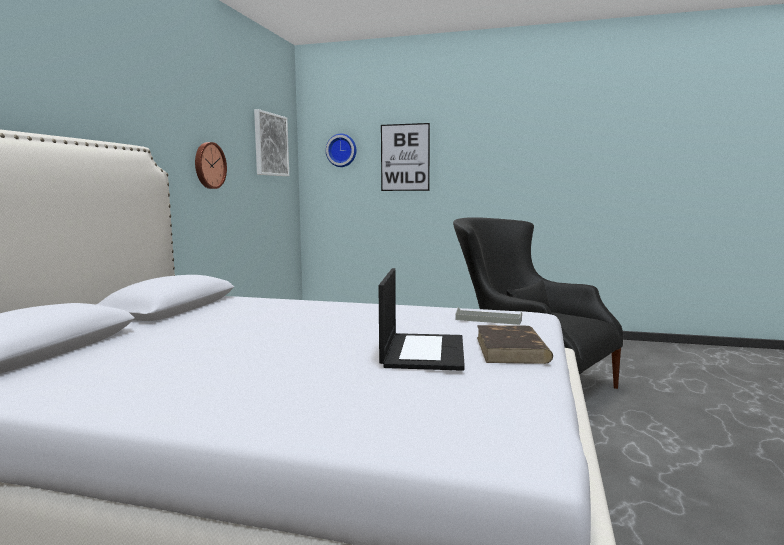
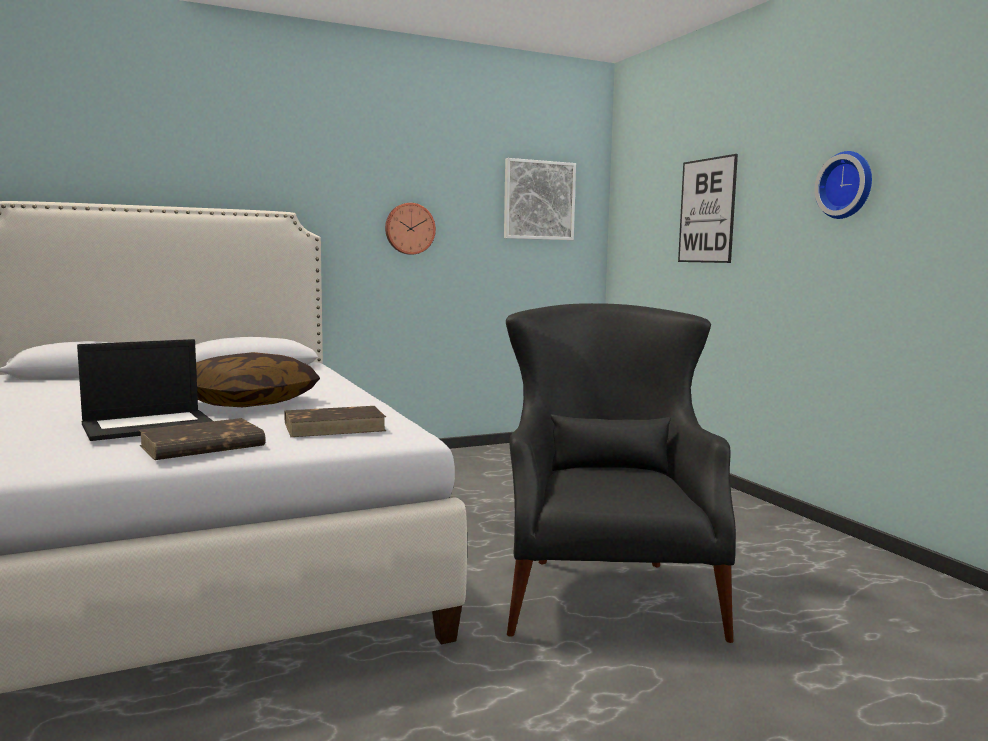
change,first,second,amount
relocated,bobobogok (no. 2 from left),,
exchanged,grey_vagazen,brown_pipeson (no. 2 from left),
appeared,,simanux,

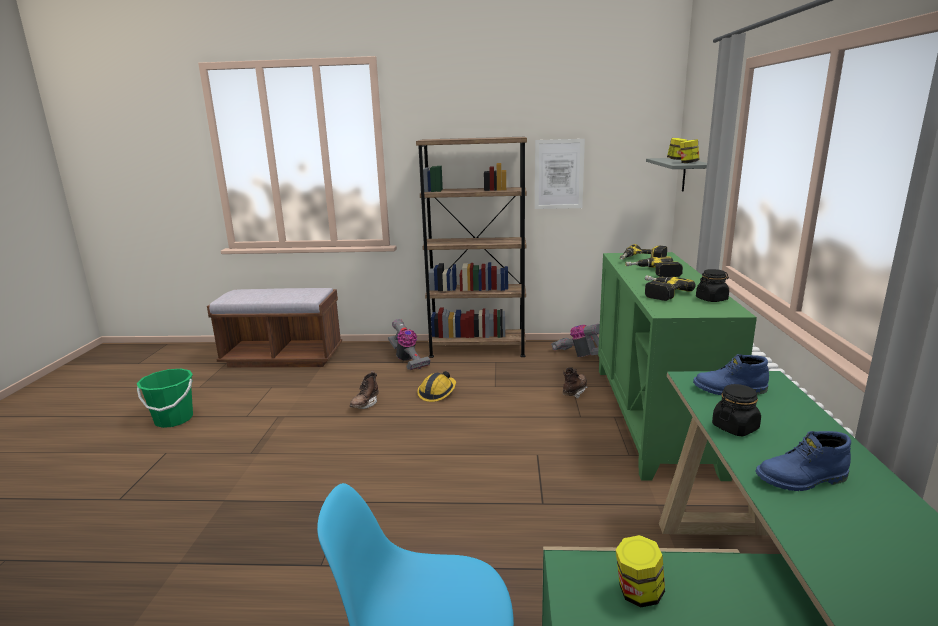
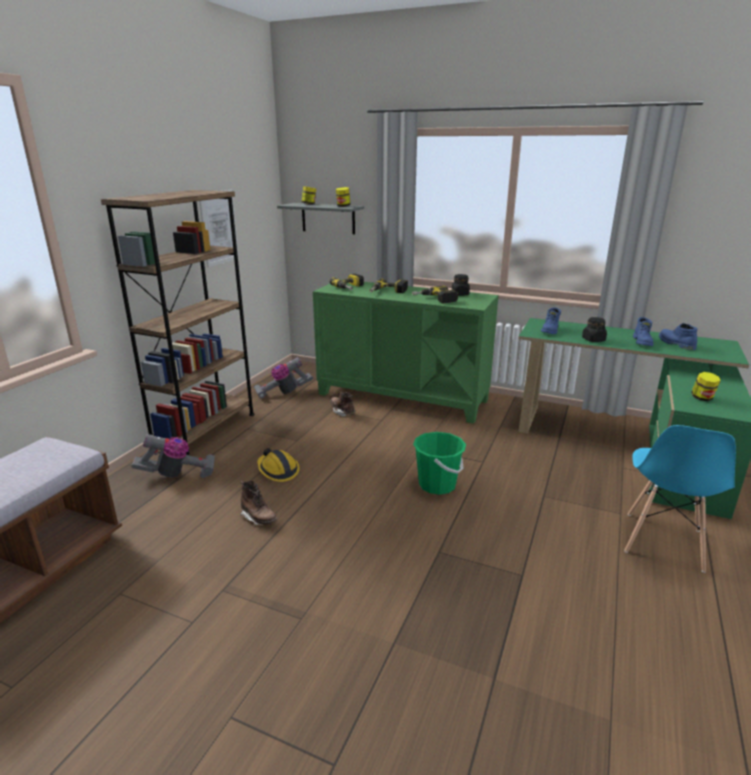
change,first,second,amount
relocated,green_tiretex,,
appeared,,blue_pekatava (no. 3 from left),

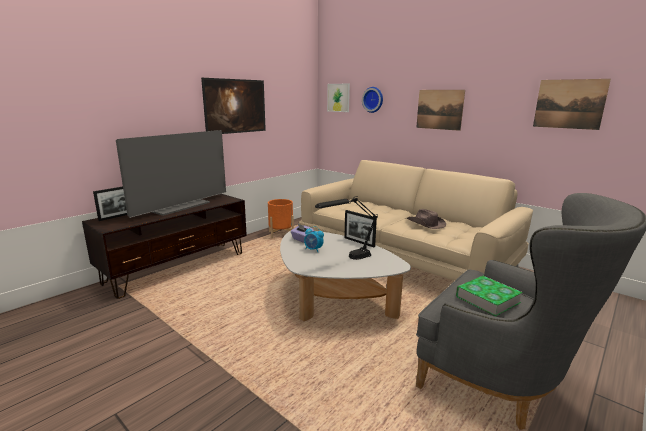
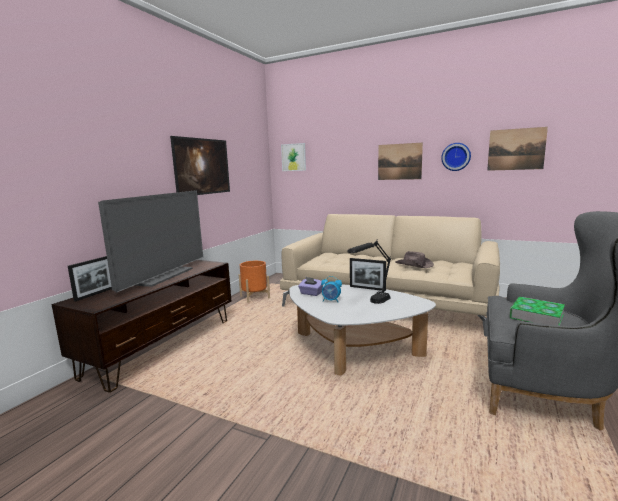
change,first,second,amount
relocated,bobobogok,,

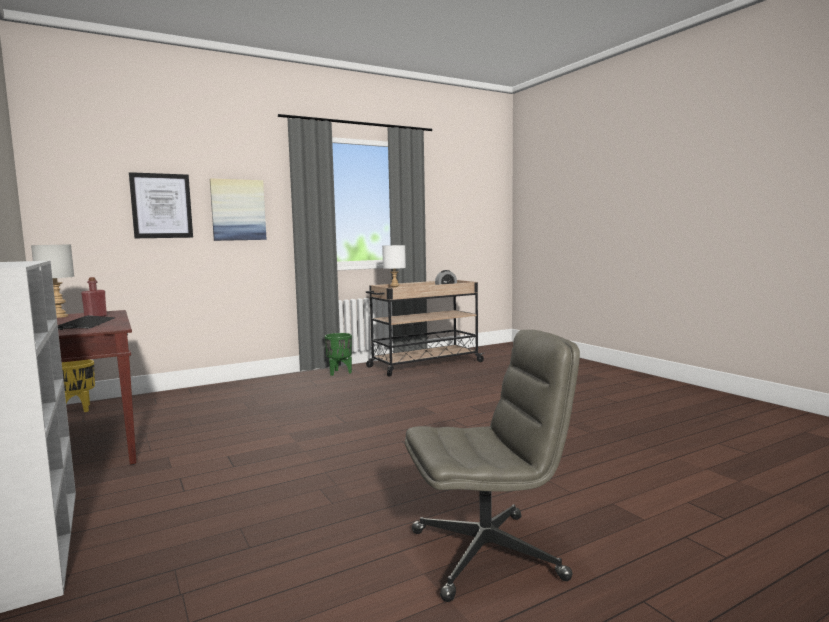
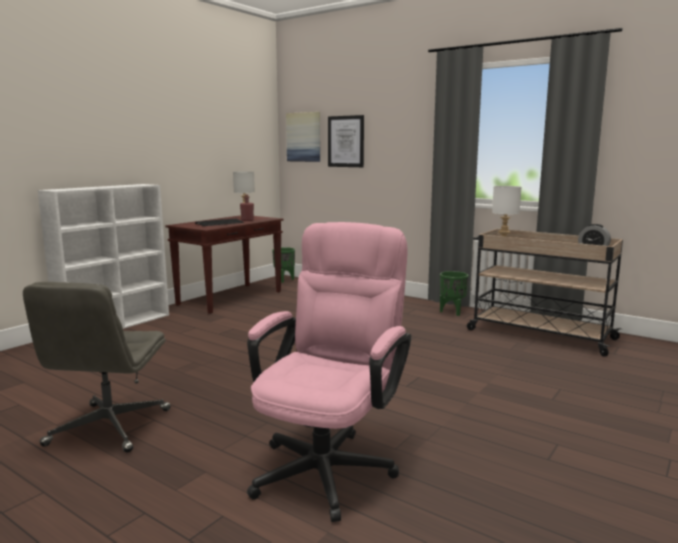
change,first,second,amount
relocated,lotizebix (no. 2 from left in the first image),lotizebix (no. 1 from left),
spun,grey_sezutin,,45 degrees clockwise
colour,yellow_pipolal,green_pipolal (no. 1 from left),
appeared,,pink_sezutin,

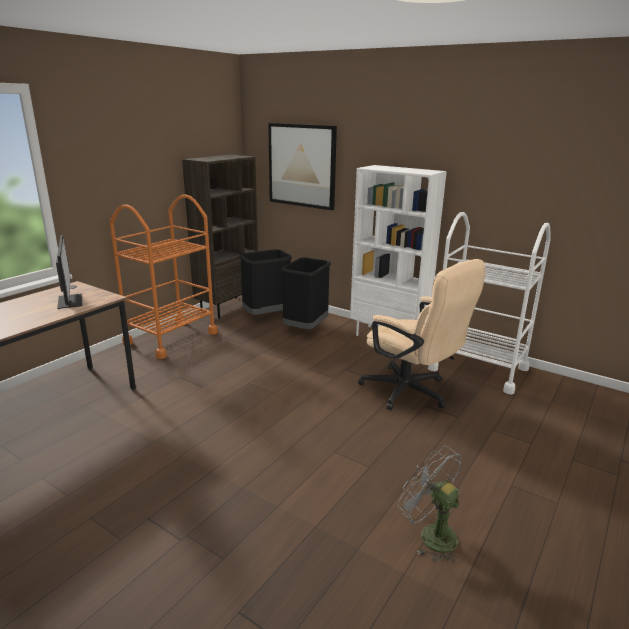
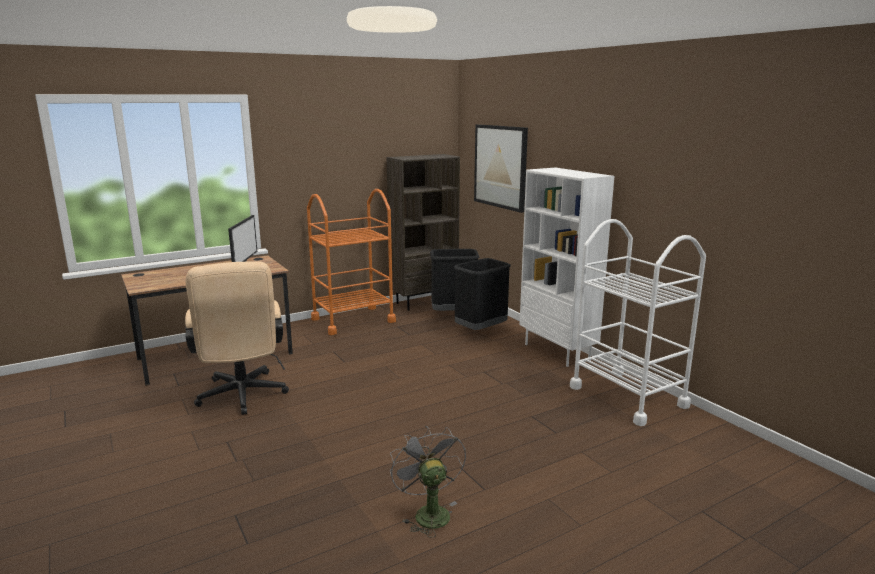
change,first,second,amount
relocated,beige_sezutin,,

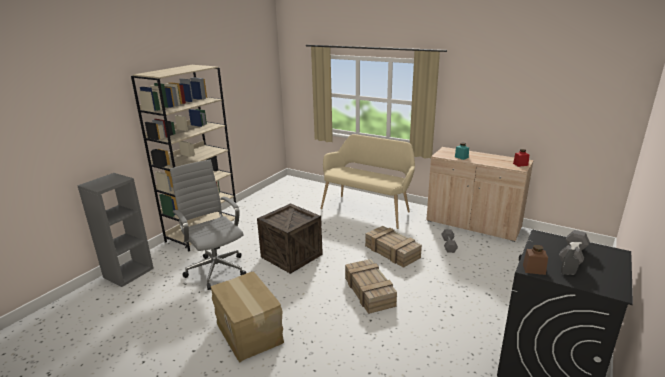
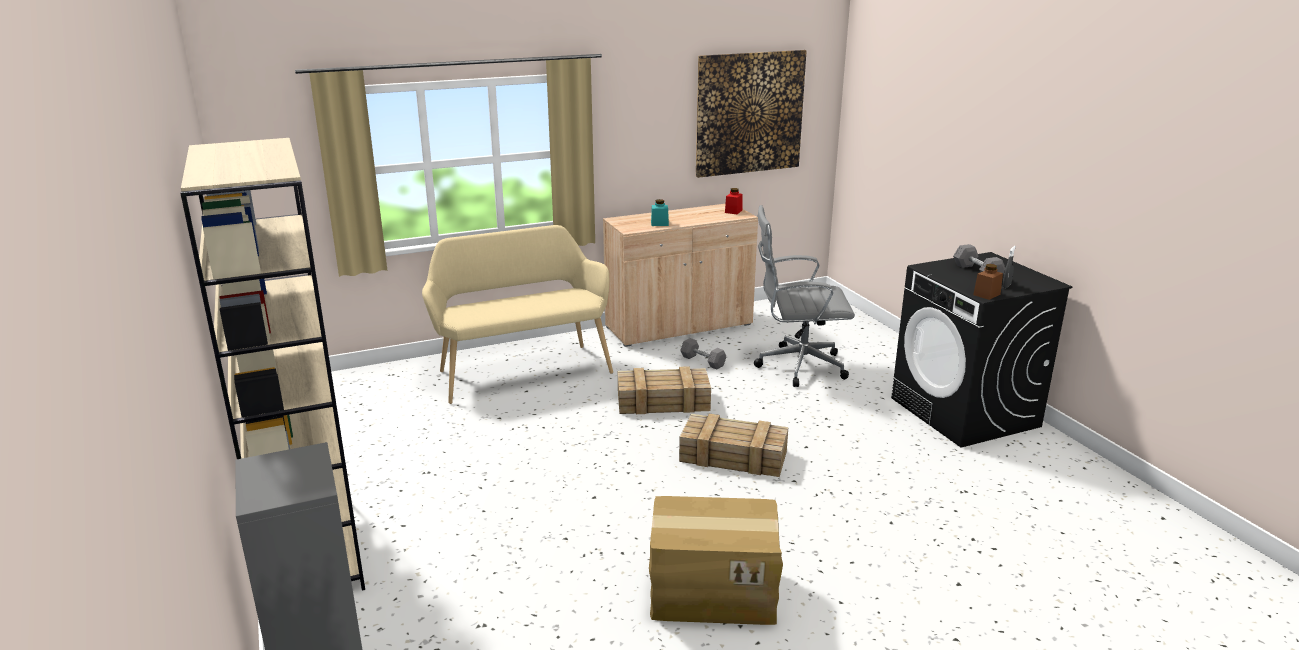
change,first,second,amount
relocated,grey_sezutin,,
missing,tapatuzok (no. 1 from left),,
appeared,,lotizebix,

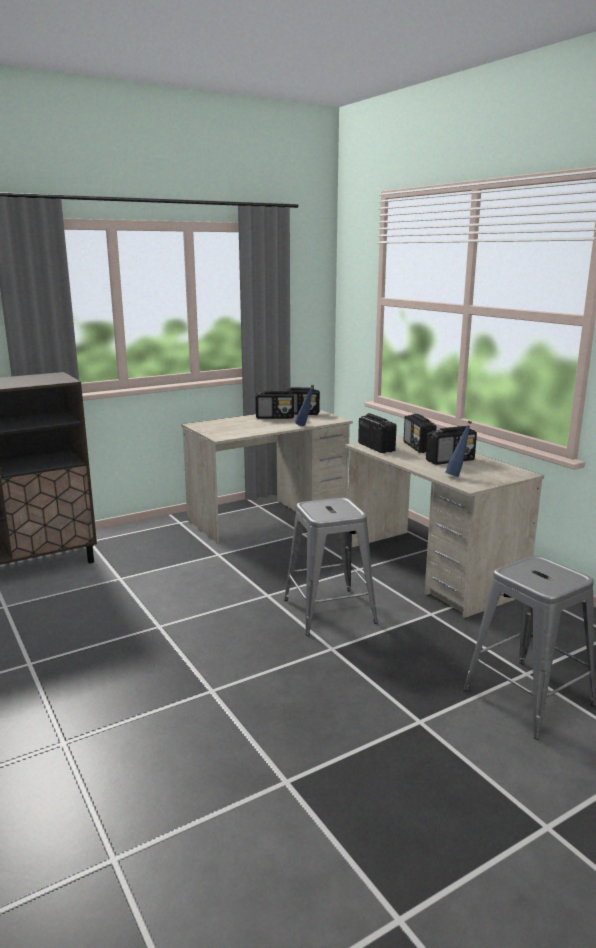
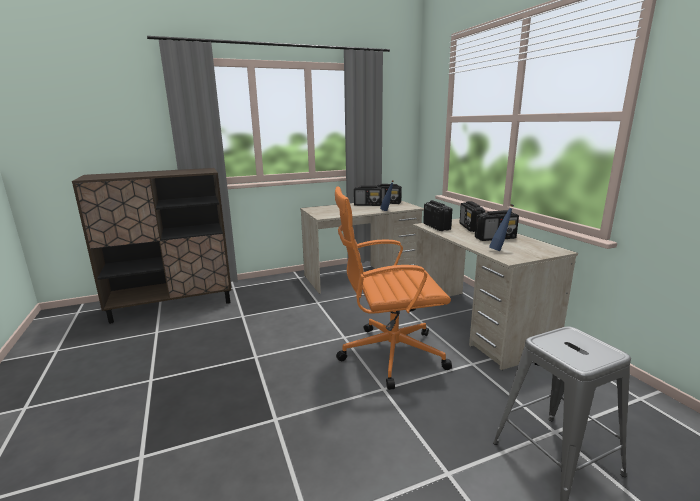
change,first,second,amount
exchanged,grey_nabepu (no. 1 from left),orange_sezutin,

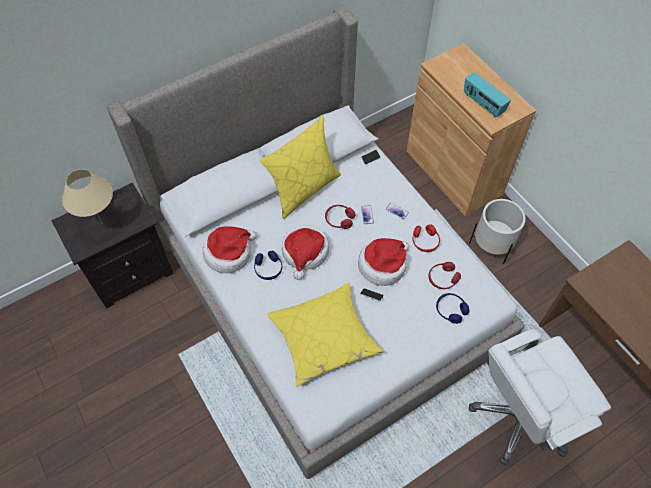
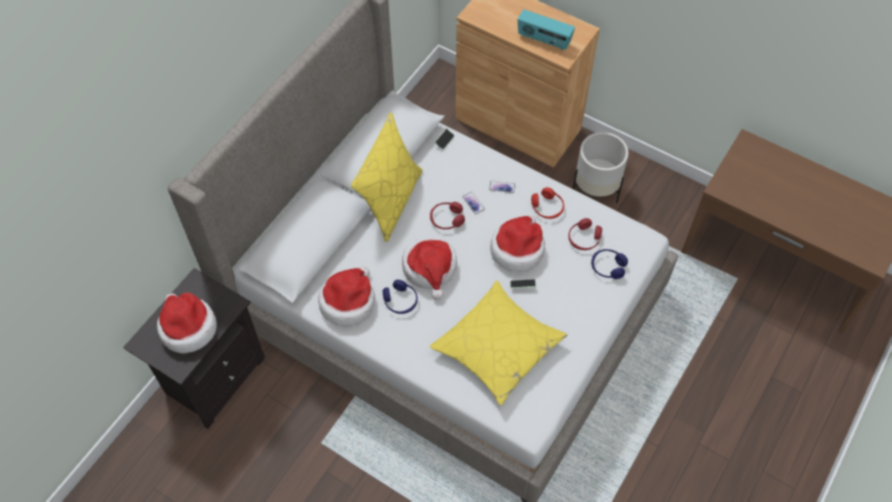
change,first,second,amount
exchanged,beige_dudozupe,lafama (no. 1 from left),
missing,white_sezutin,,

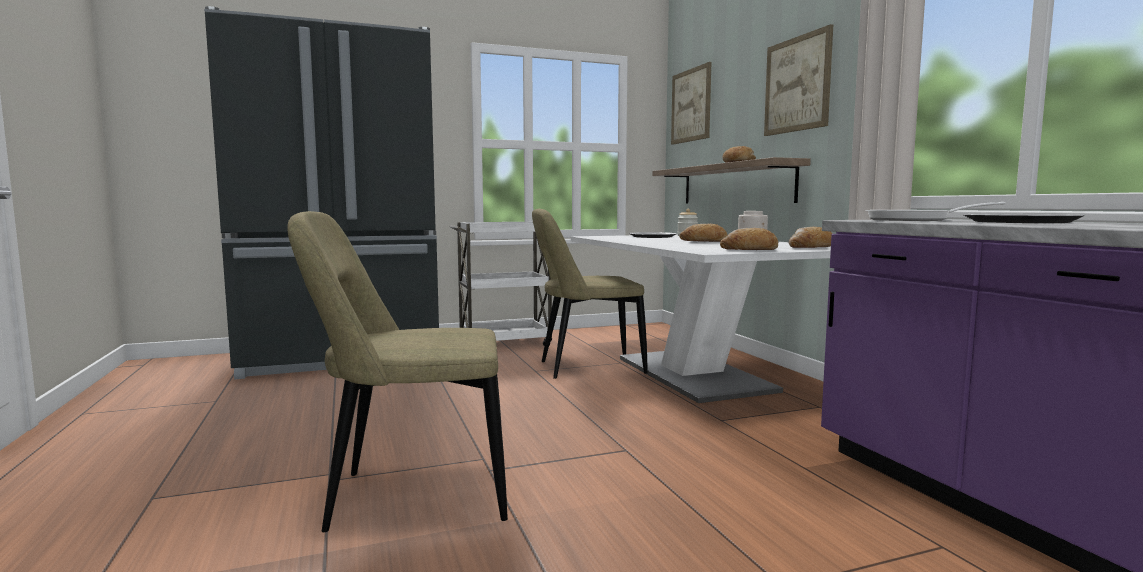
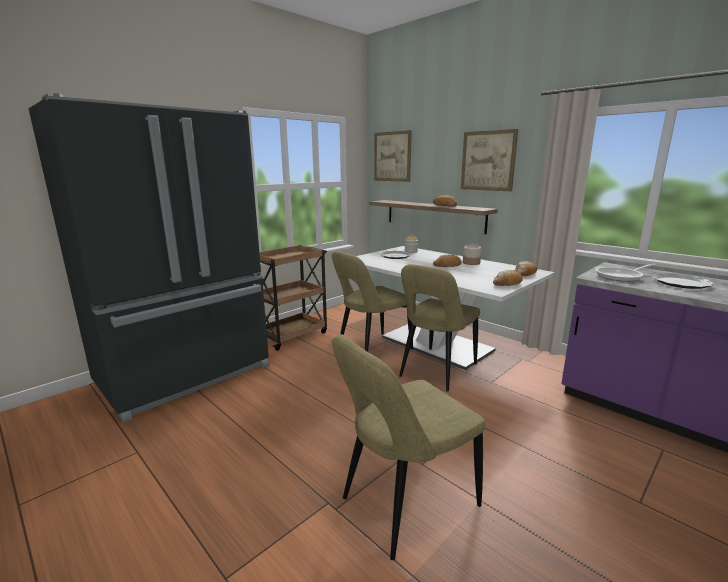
change,first,second,amount
colour,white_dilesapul,brown_dilesapul,
appeared,,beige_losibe (no. 3 from left),

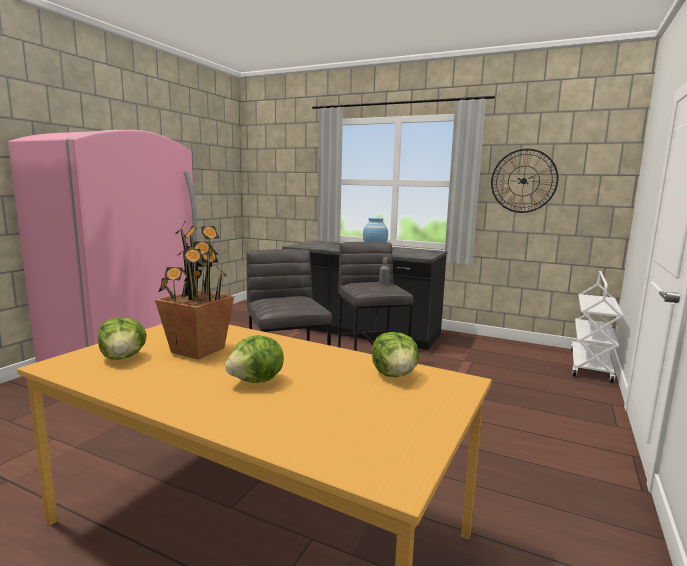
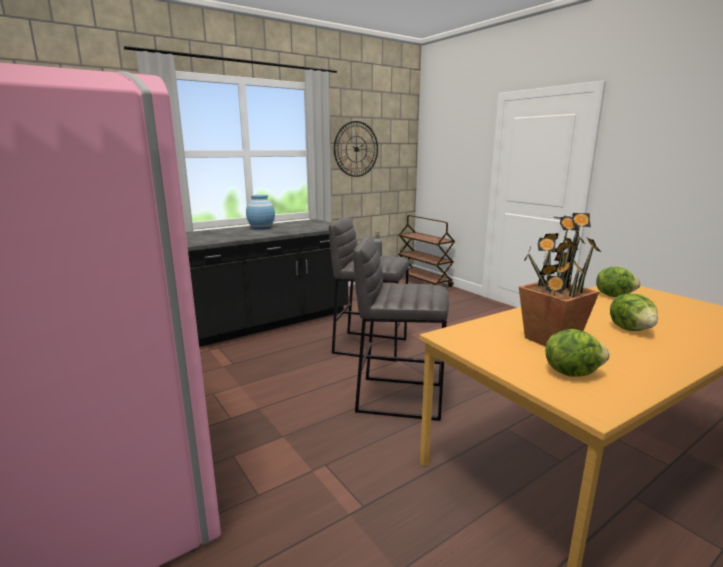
change,first,second,amount
colour,white_dilesapul,brown_dilesapul,

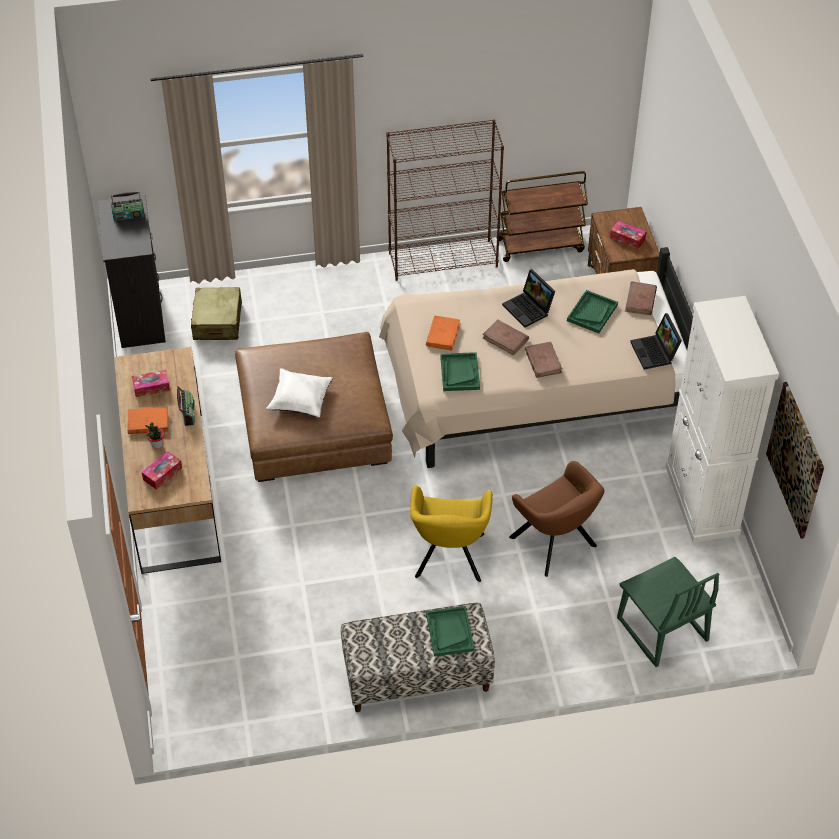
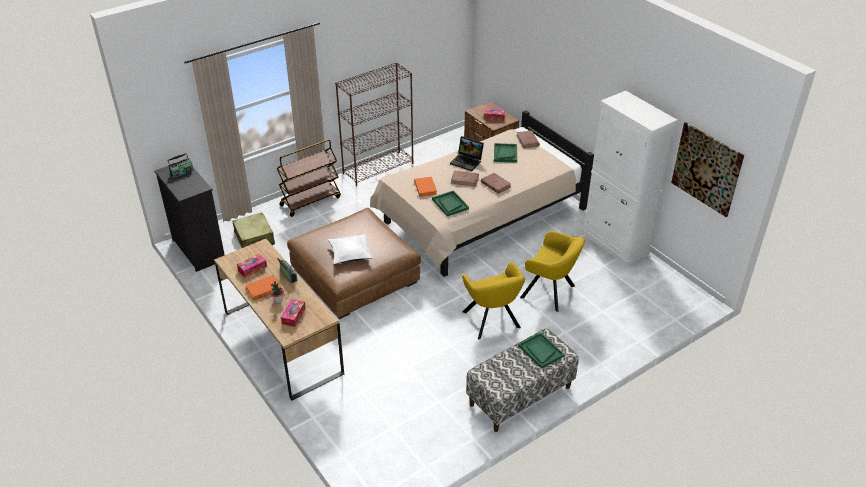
change,first,second,amount
relocated,brown_dilesapul,,
missing,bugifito (no. 2 from left),,
colour,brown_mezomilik,yellow_mezomilik (no. 2 from left),
missing,green_losibe,,

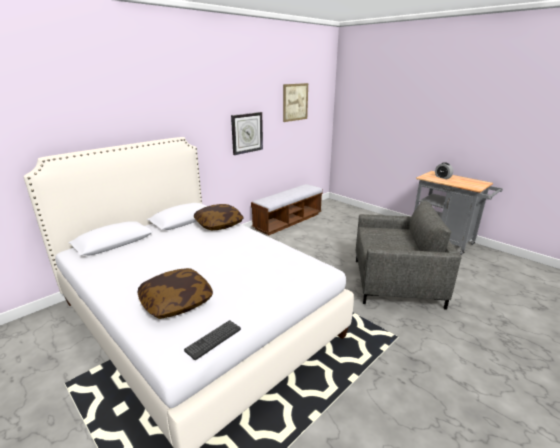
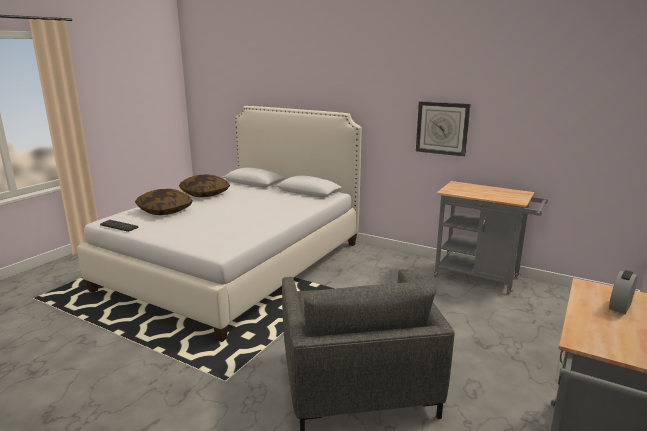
change,first,second,amount
missing,lotizebix,,
exchanged,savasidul,grey_dilesapul (no. 1 from left),
relocated,simanux (no. 2 from left),,

